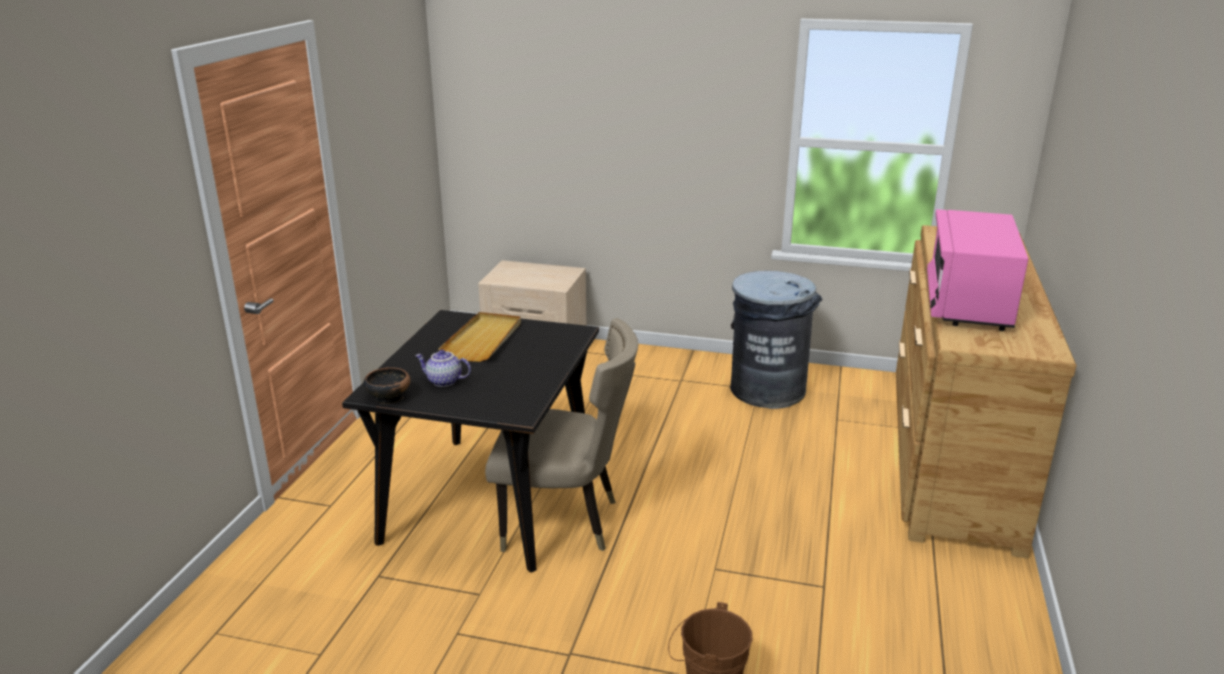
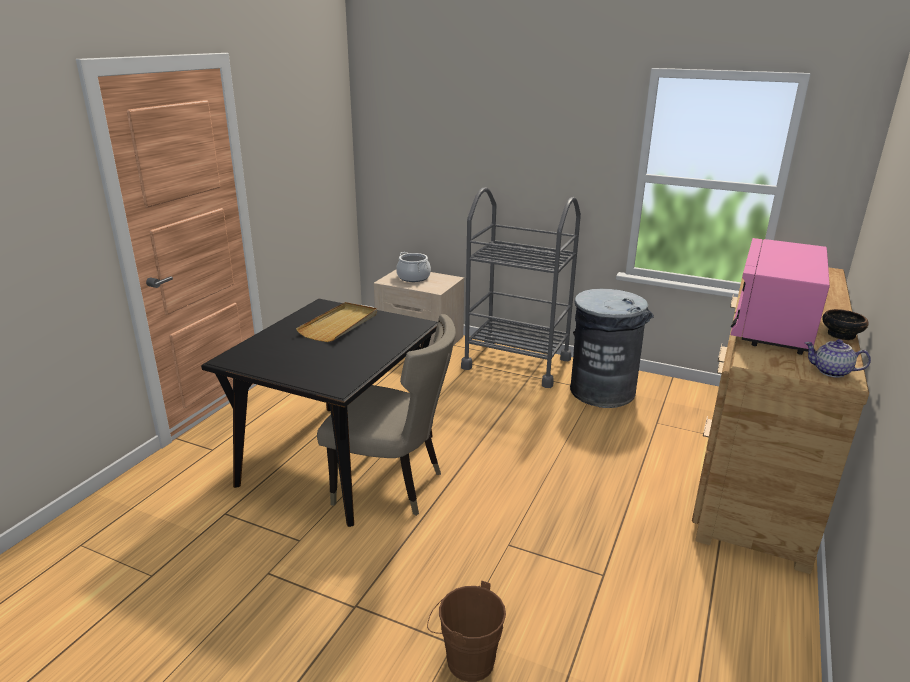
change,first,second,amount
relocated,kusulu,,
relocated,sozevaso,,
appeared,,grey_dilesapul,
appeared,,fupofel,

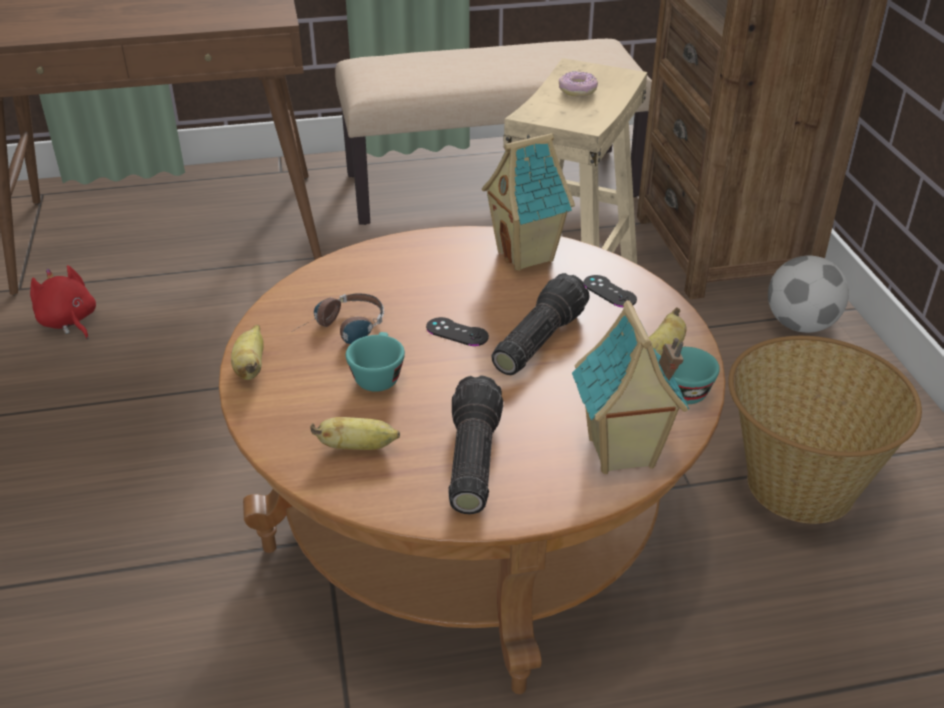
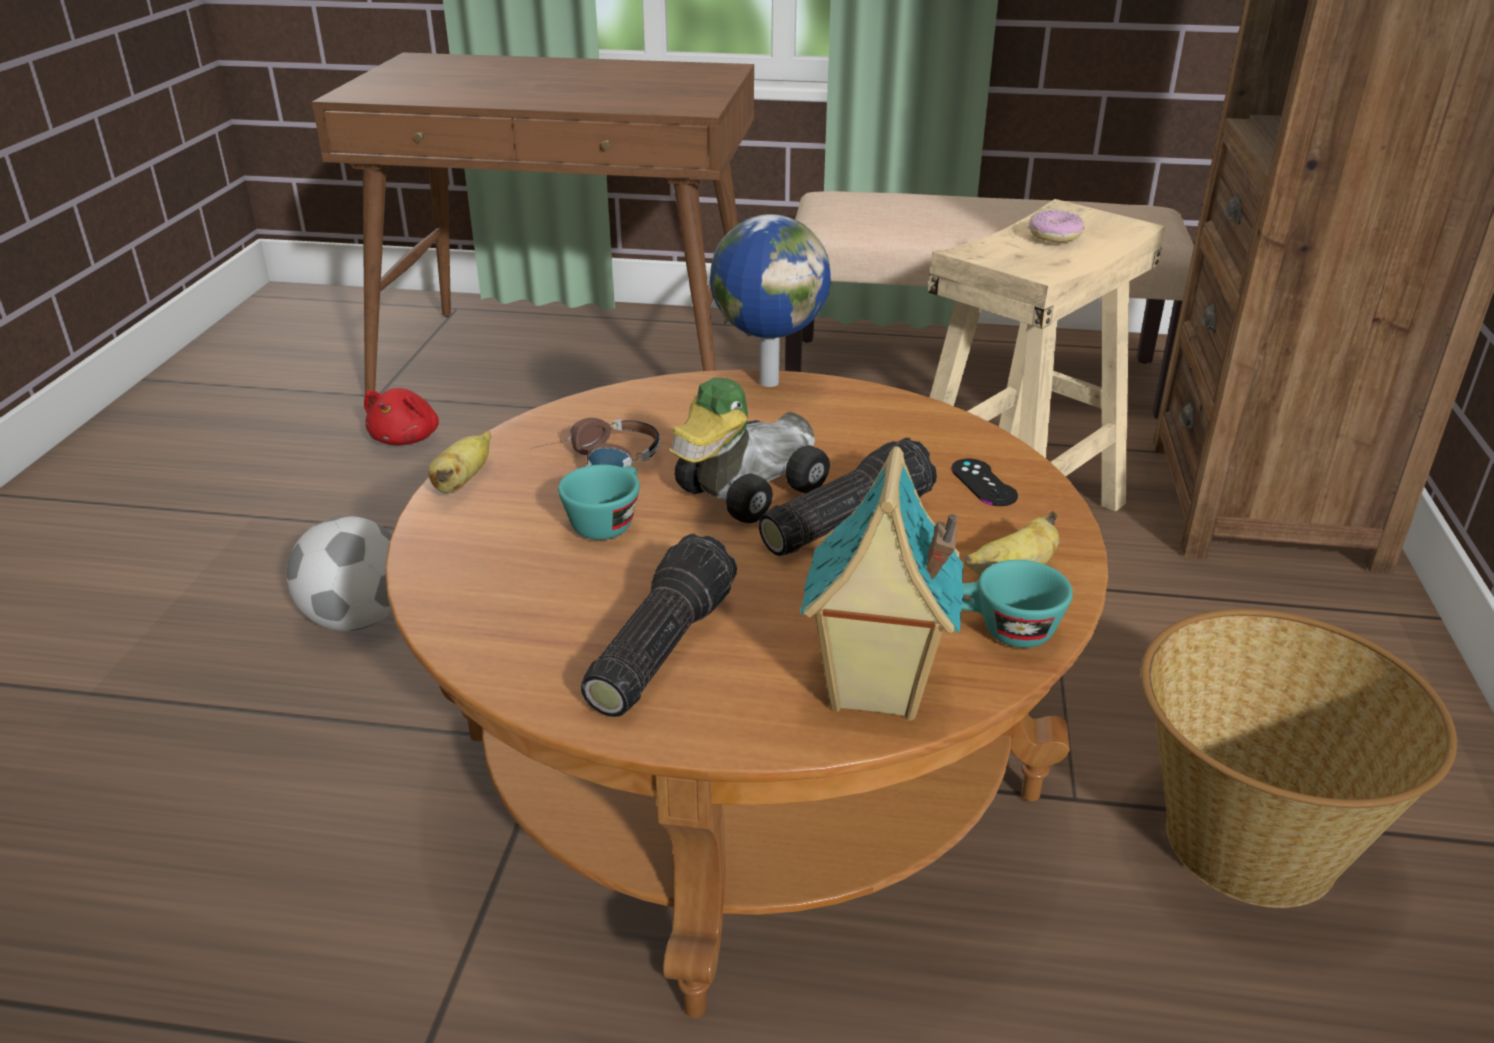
change,first,second,amount
missing,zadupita (no. 1 from left),,
relocated,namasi,,
spun,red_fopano,,150 degrees counterclockwise
exchanged,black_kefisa (no. 1 from left),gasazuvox,
missing,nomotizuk (no. 2 from left),,
appeared,,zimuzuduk,

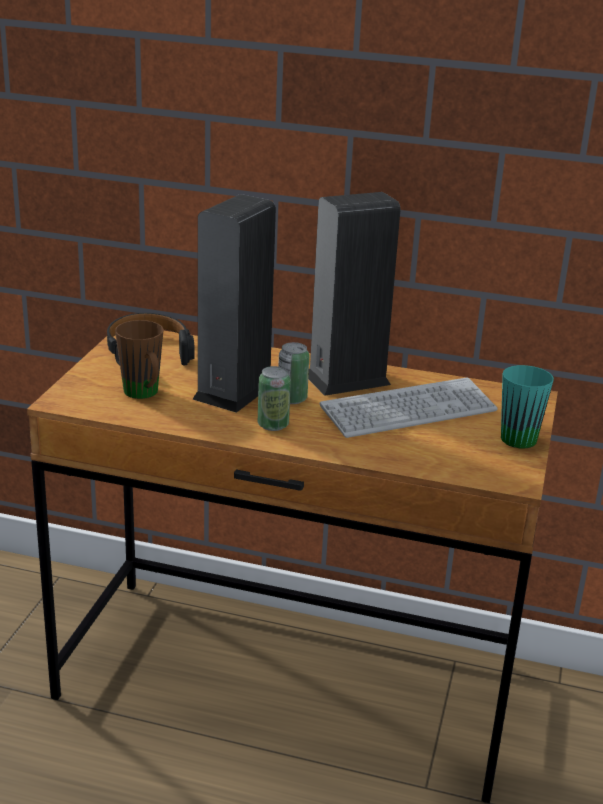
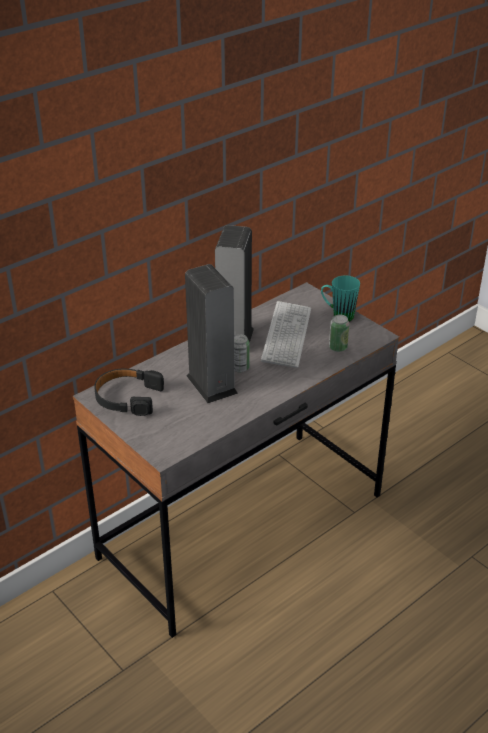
change,first,second,amount
missing,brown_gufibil,,
colour,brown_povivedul,grey_povivedul,
relocated,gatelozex (no. 1 from left in the first image),gatelozex (no. 2 from left),

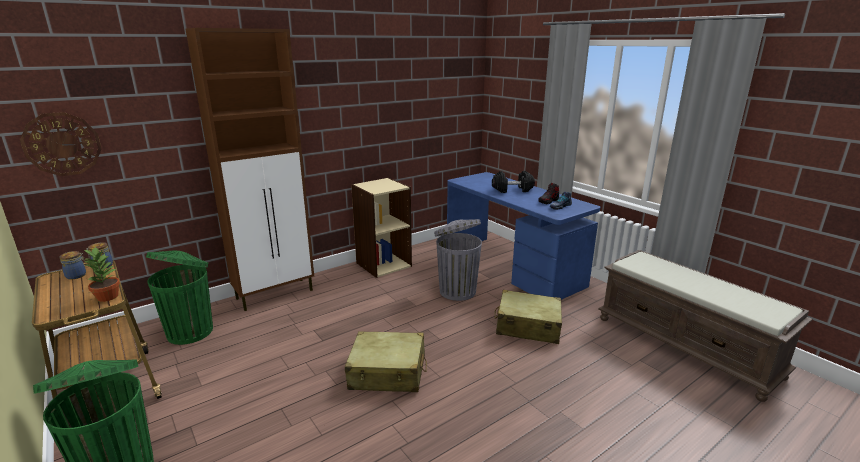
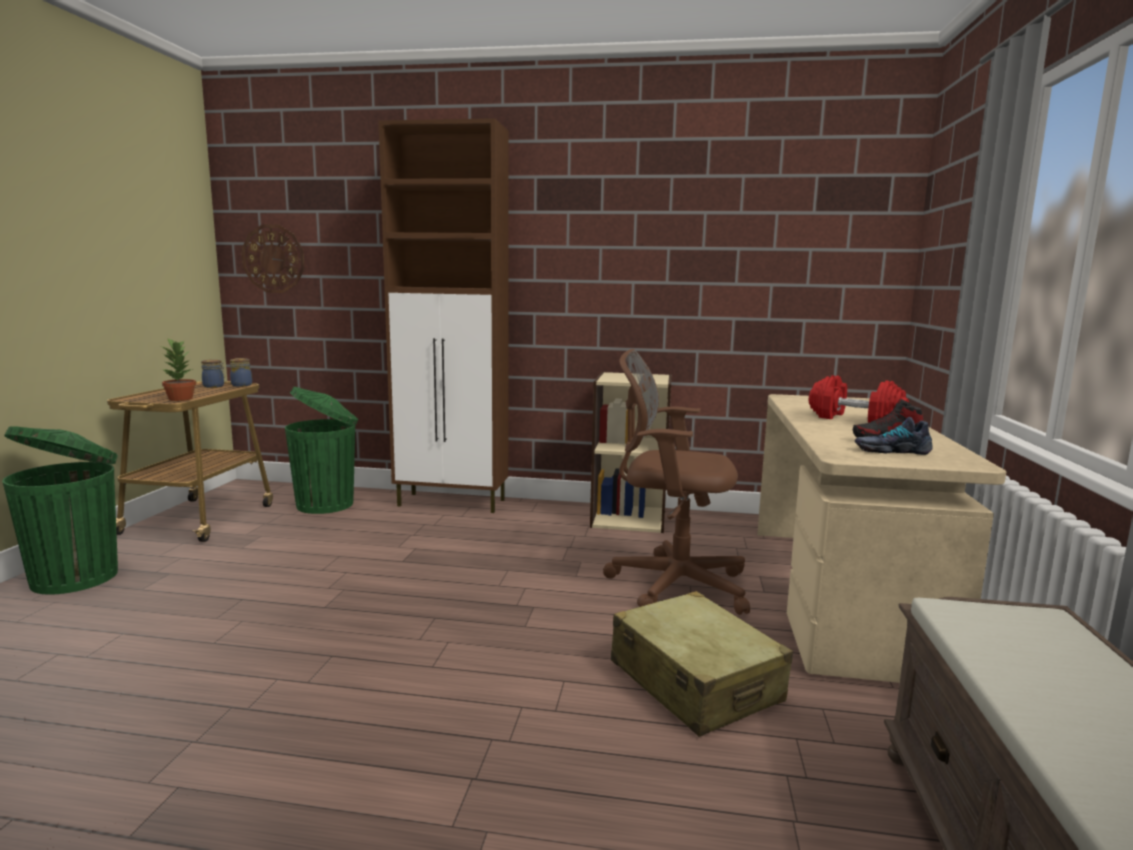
change,first,second,amount
colour,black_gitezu,red_gitezu,
colour,blue_povivedul,beige_povivedul,
exchanged,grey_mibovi,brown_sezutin,
missing,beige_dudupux (no. 1 from left),,

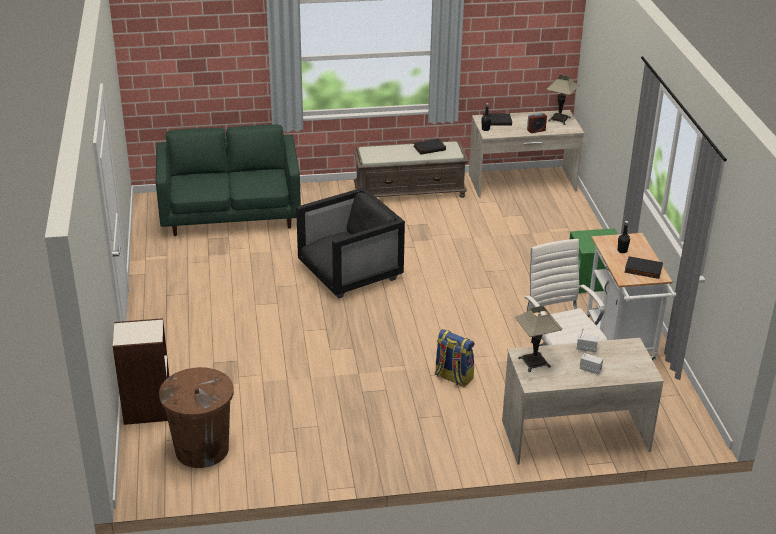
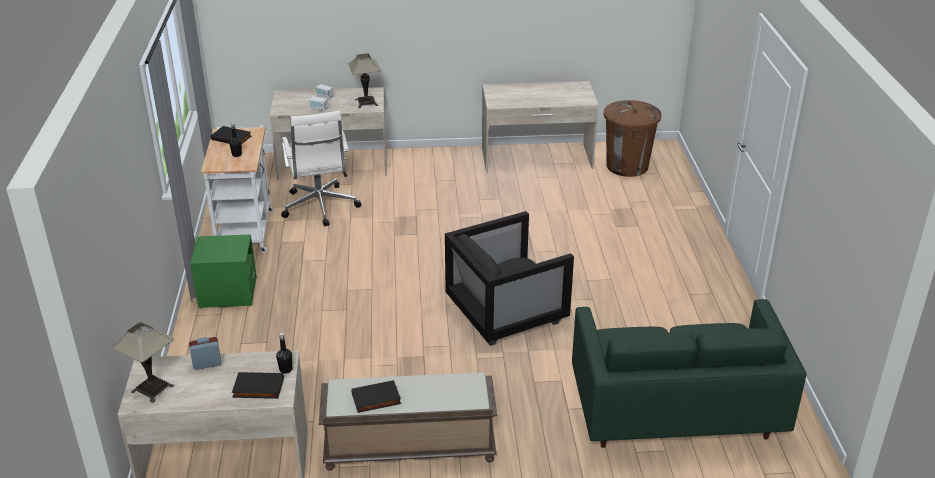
change,first,second,amount
missing,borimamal,,
missing,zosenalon,,
appeared,,beige_povivedul (no. 3 from left),

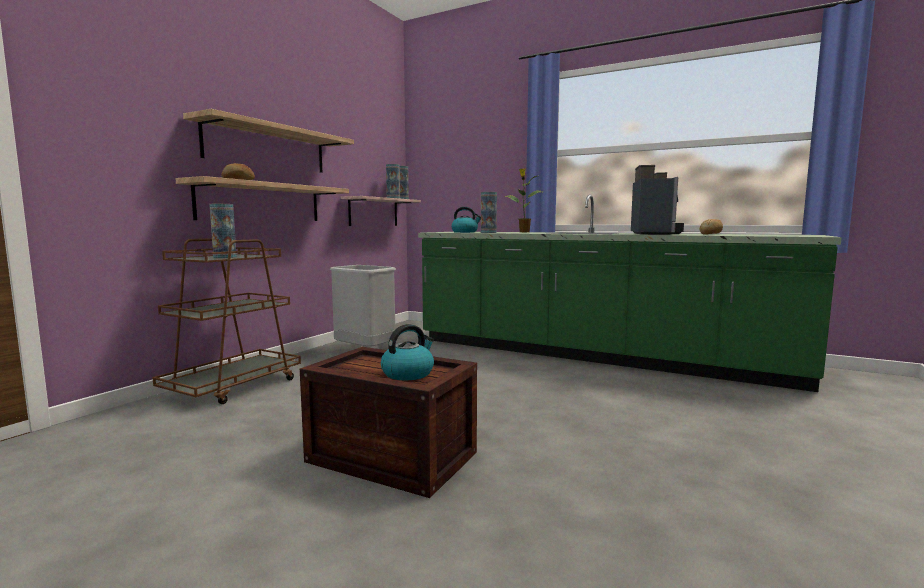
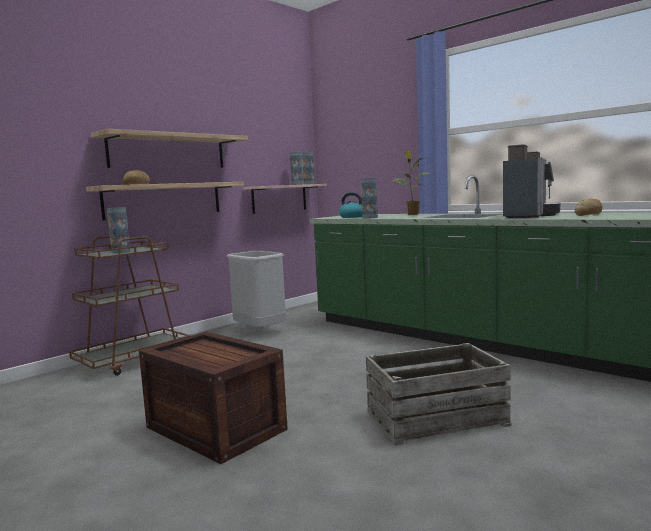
change,first,second,amount
missing,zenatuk (no. 1 from left),,
appeared,,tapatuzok (no. 2 from left),

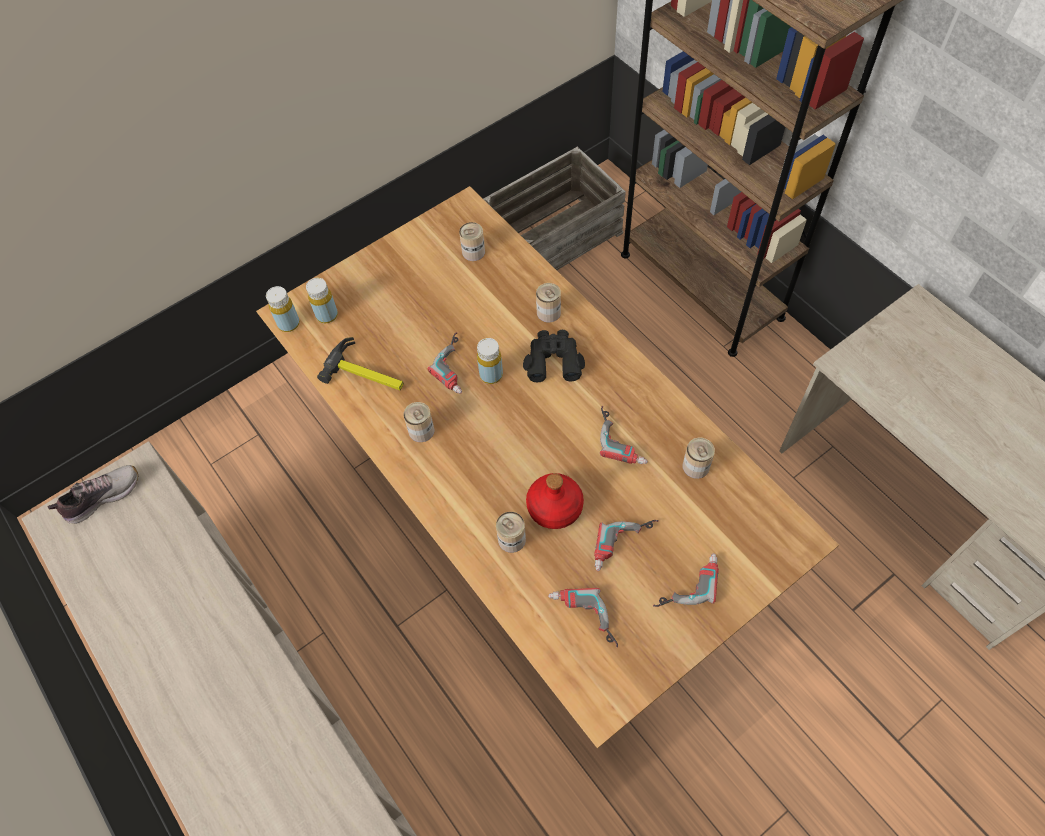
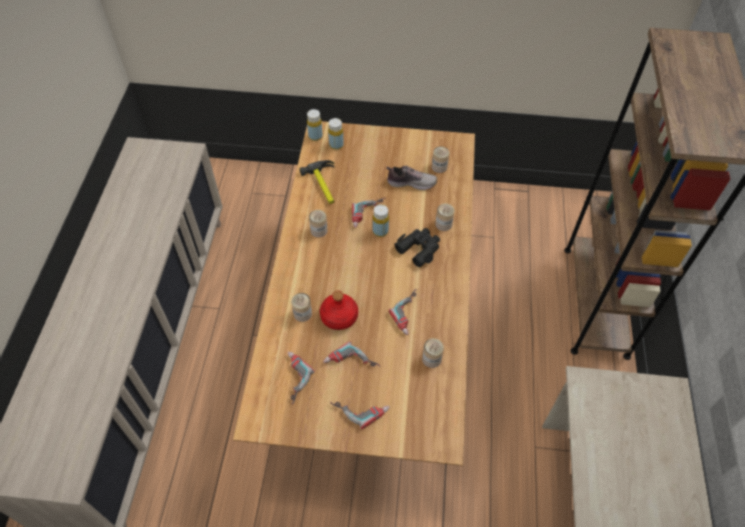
change,first,second,amount
missing,tapatuzok,,
relocated,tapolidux,,

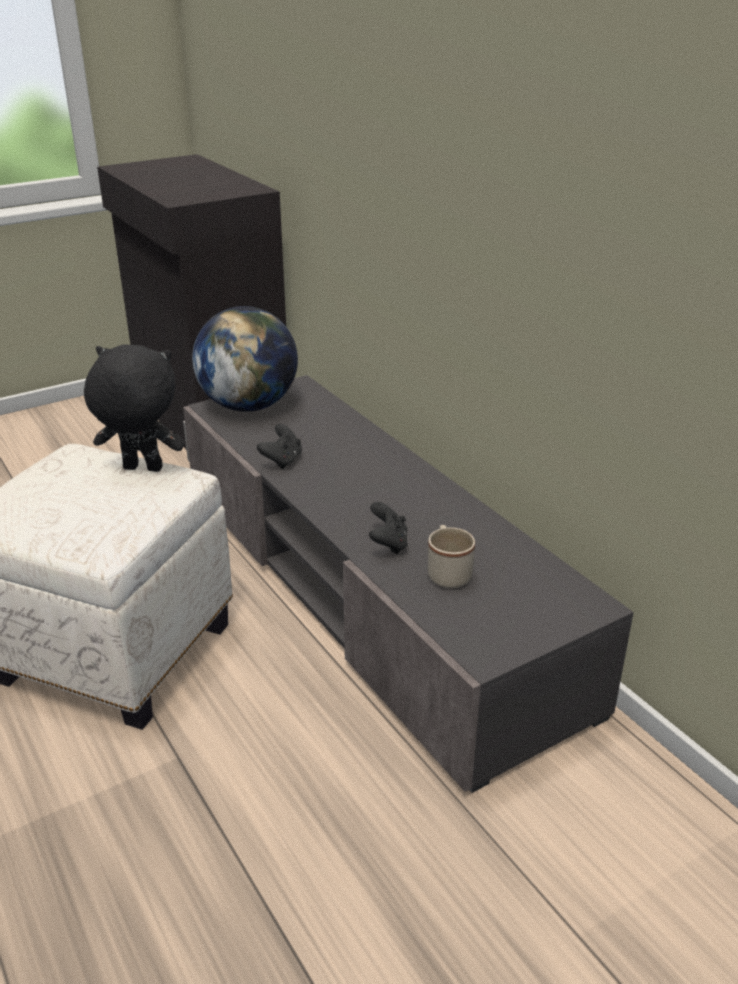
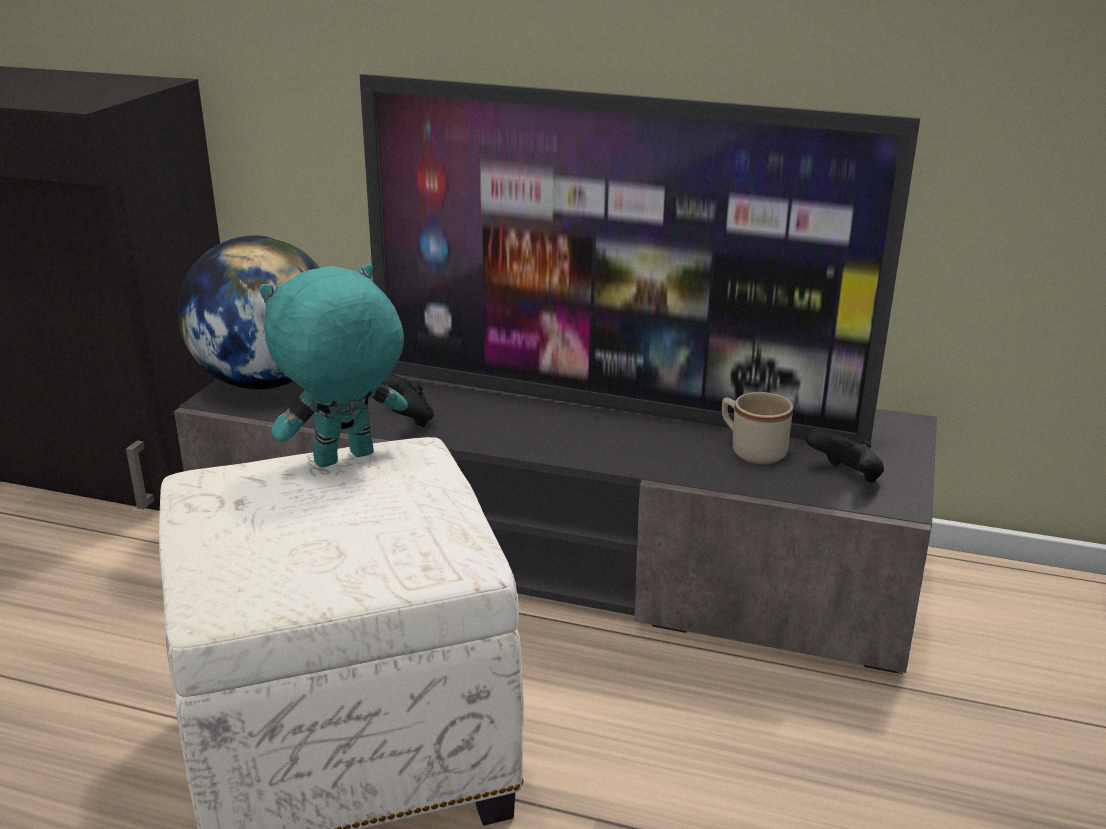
change,first,second,amount
colour,black_fopano,turquoise_fopano,
relocated,black_kefisa (no. 2 from left),,
appeared,,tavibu,

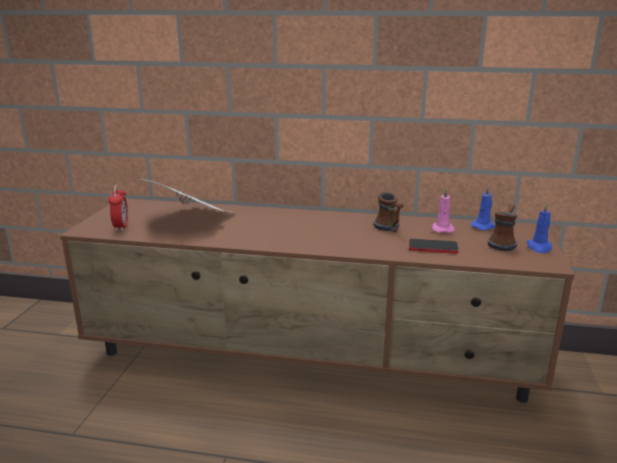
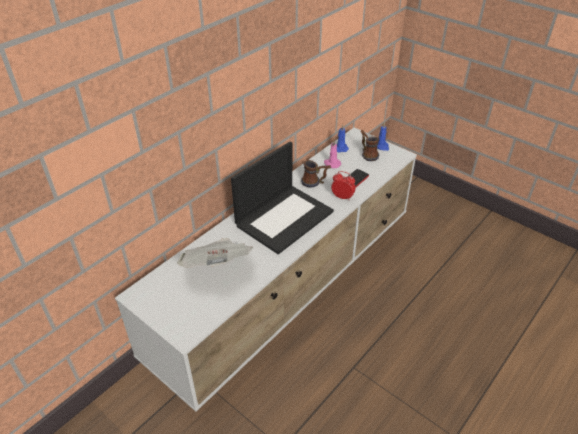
change,first,second,amount
relocated,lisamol,,
colour,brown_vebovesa,white_vebovesa,
appeared,,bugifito,

